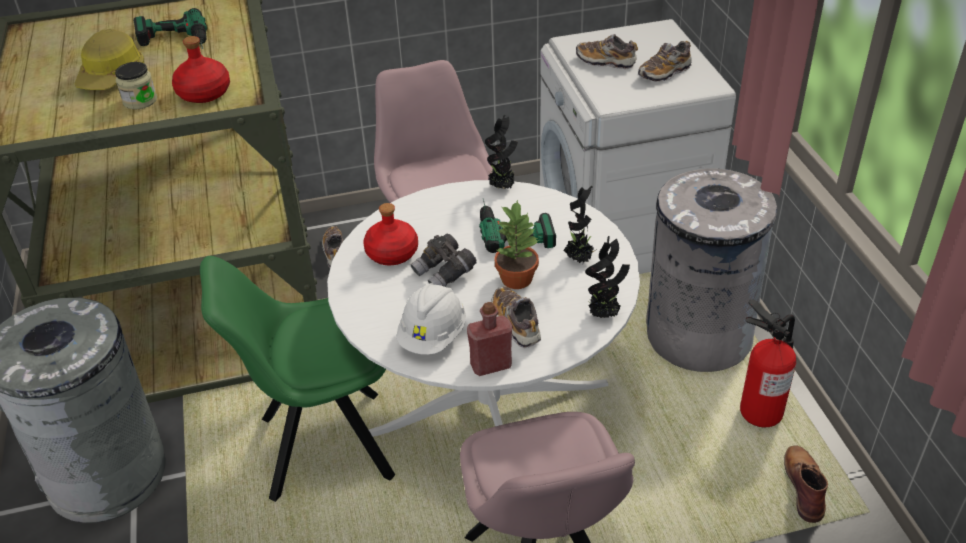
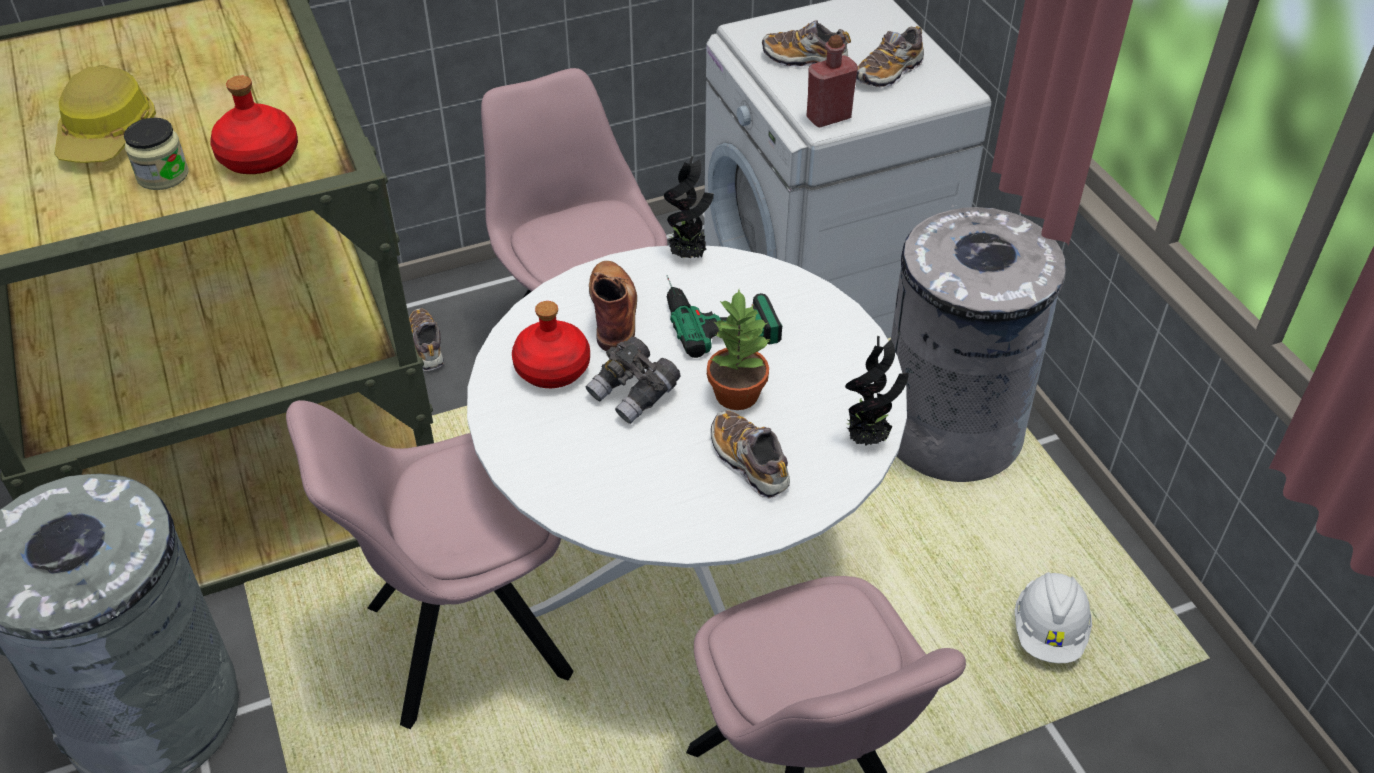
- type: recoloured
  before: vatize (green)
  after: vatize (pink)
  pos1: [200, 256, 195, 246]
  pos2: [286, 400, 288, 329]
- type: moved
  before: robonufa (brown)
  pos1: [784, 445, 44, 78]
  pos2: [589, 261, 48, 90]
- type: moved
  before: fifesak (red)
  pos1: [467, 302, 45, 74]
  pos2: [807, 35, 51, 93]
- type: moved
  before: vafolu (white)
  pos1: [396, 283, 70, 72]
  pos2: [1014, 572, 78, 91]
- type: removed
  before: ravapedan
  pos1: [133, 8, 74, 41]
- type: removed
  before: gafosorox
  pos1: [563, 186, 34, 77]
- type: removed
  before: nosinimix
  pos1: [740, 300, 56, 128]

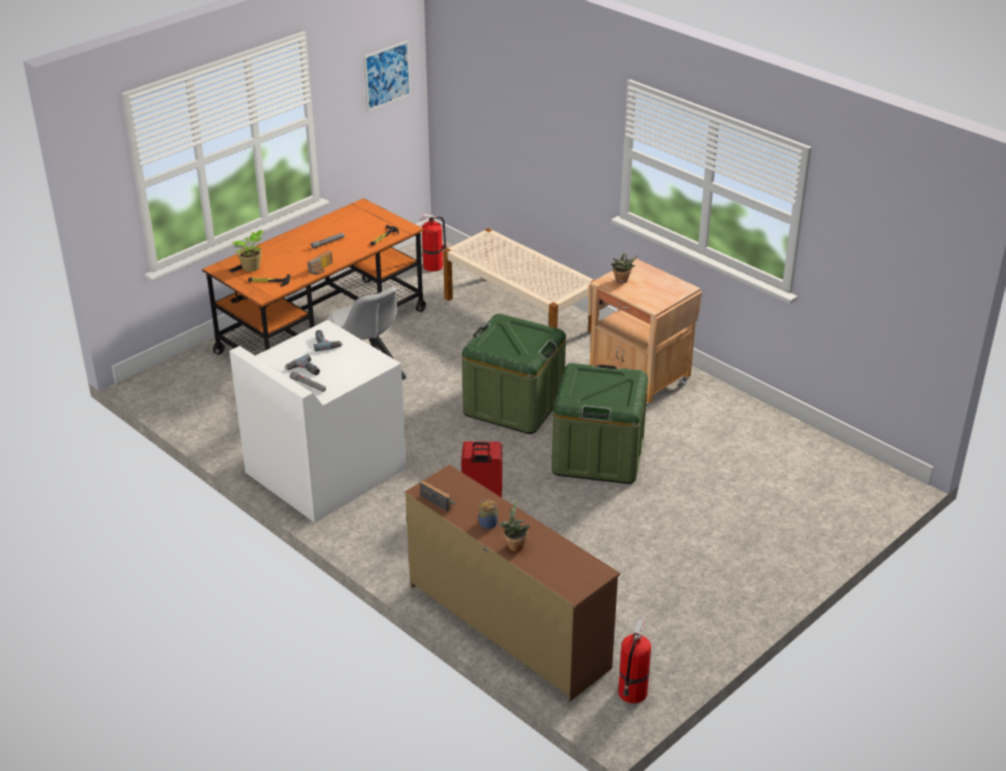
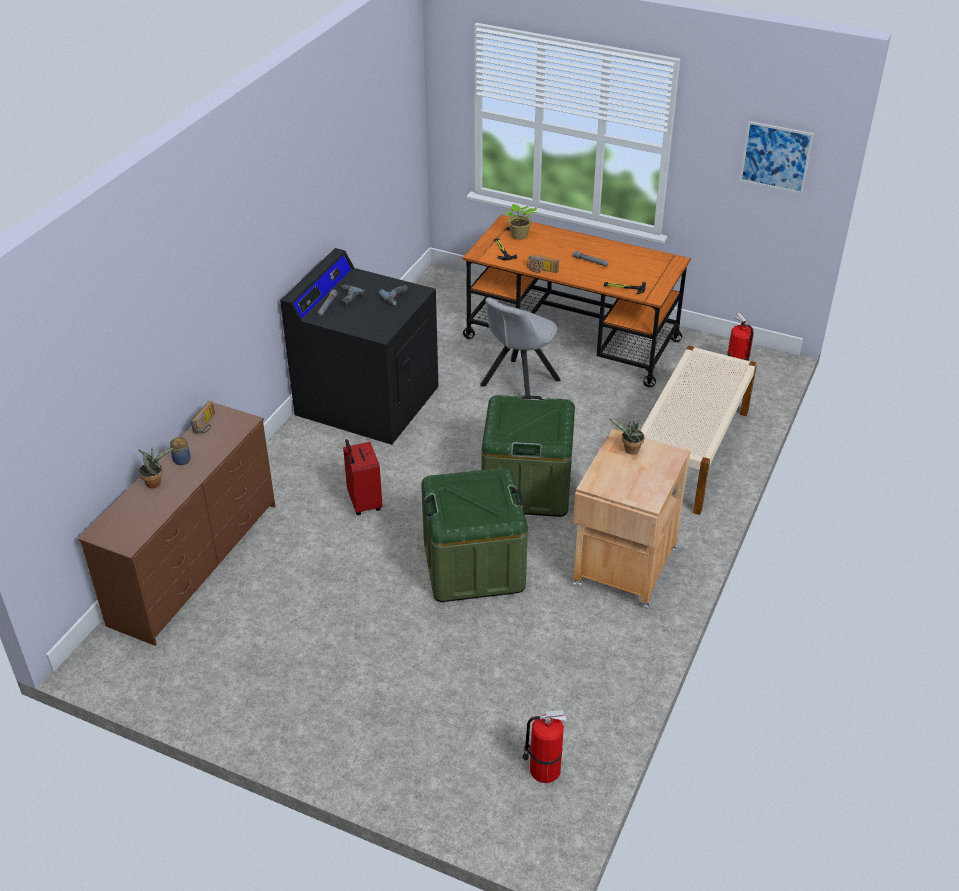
- type: recoloured
  before: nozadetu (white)
  after: nozadetu (black)
  pos1: [229, 320, 177, 203]
  pos2: [280, 248, 158, 197]
- type: moved
  before: nosinimix
  pos1: [618, 619, 33, 84]
  pos2: [522, 710, 44, 73]

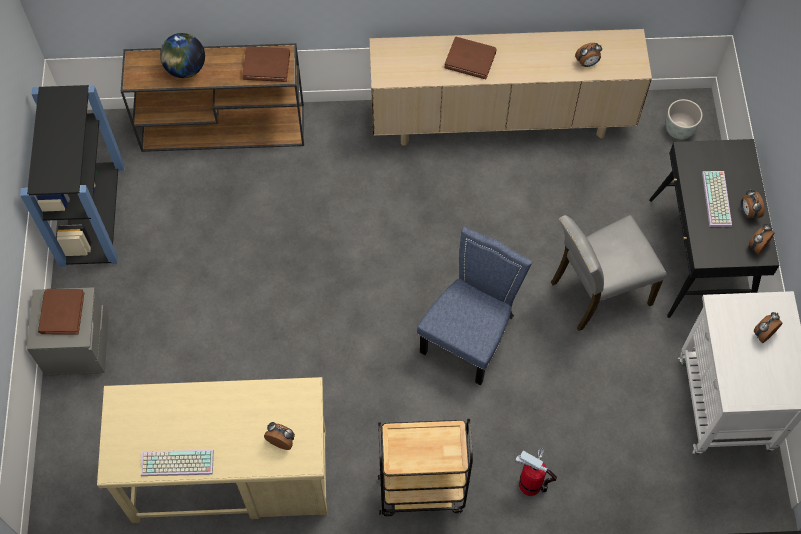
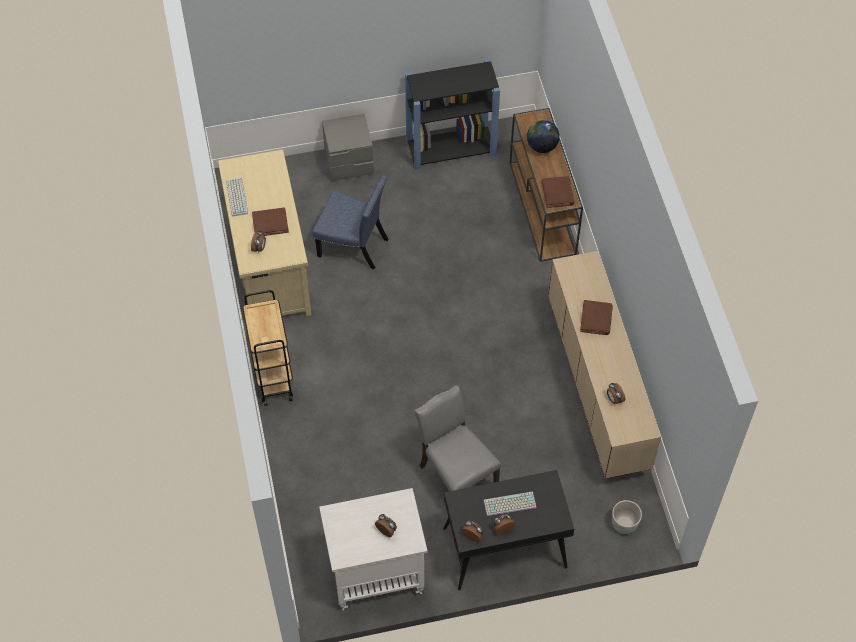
- type: moved
  before: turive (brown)
  pos1: [38, 289, 46, 46]
  pos2: [252, 208, 37, 28]
- type: moved
  before: vatize (blue)
  pos1: [417, 227, 115, 158]
  pos2: [313, 175, 76, 94]
- type: removed
  before: nosinimix
  pos1: [515, 448, 42, 48]

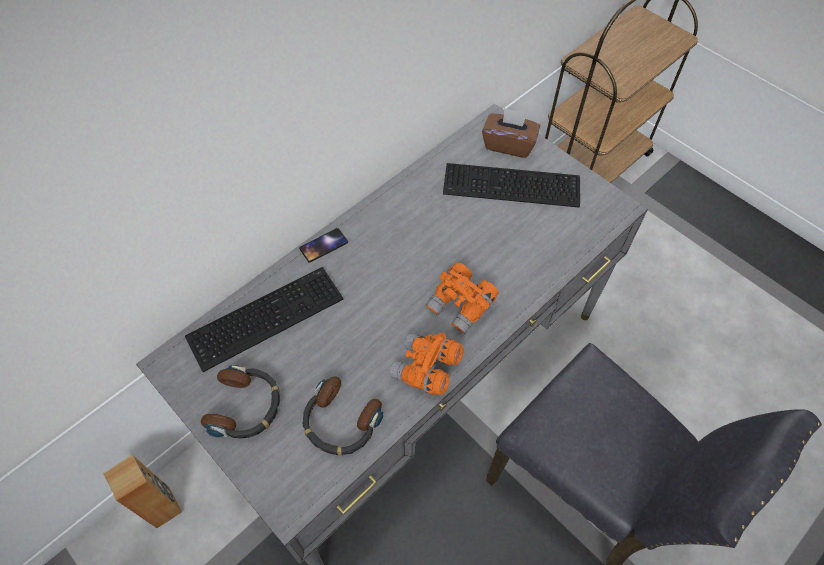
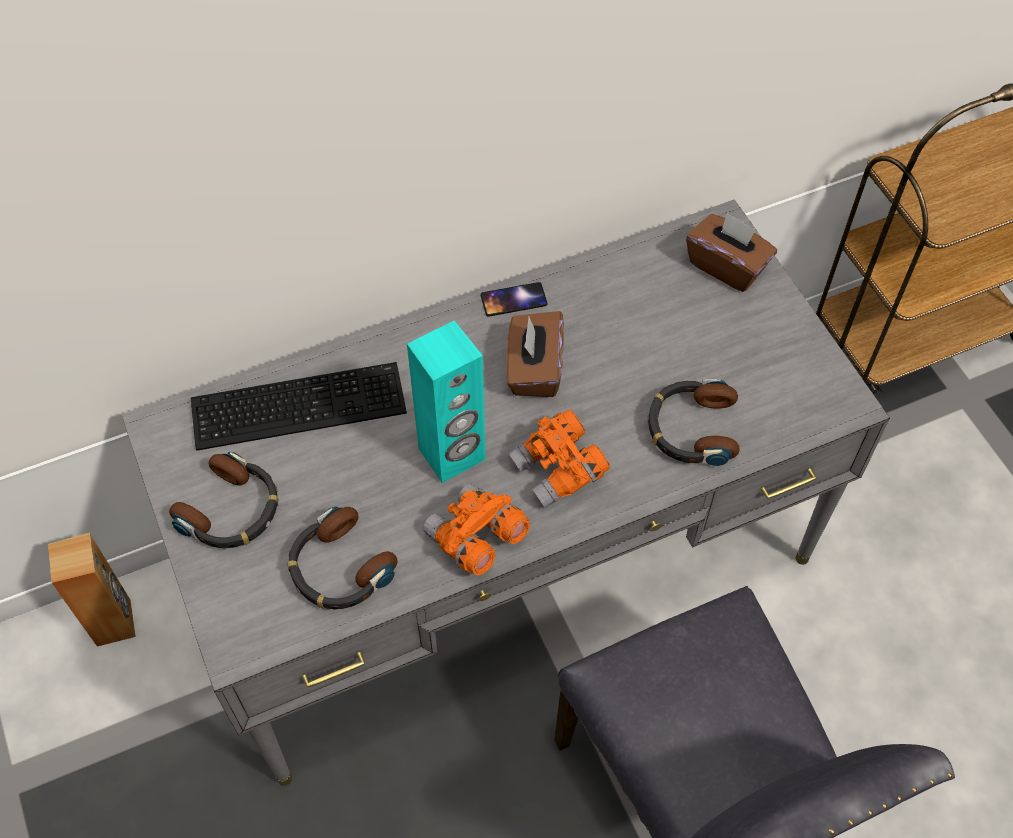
- type: added
  after: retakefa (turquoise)
  pos2: [407, 321, 79, 162]
- type: moved
  before: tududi
  pos1: [299, 228, 49, 35]
  pos2: [480, 282, 67, 35]
- type: added
  after: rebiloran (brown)
  pos2: [506, 311, 58, 86]
- type: added
  after: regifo
  pos2: [648, 379, 92, 87]
- type: removed
  before: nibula
  pos1: [443, 163, 137, 44]

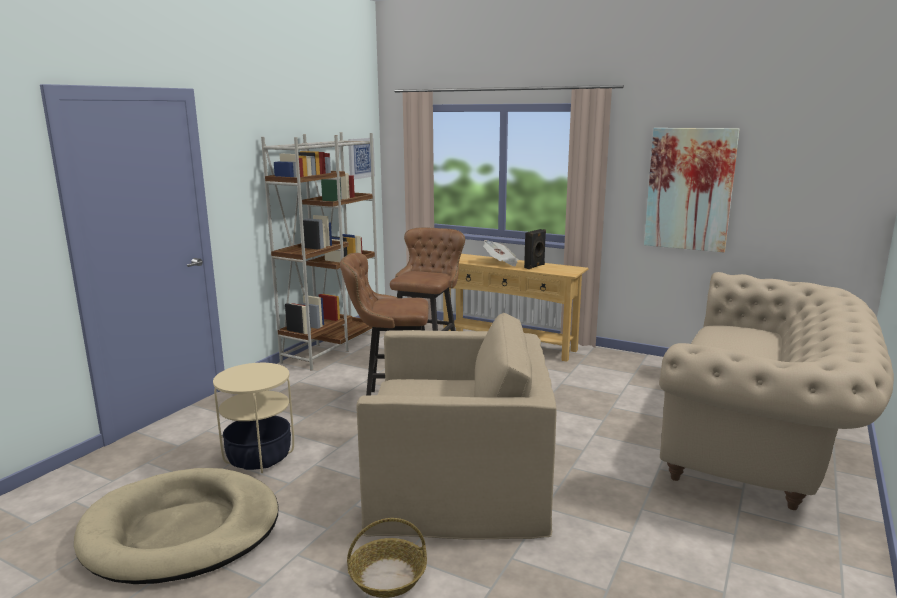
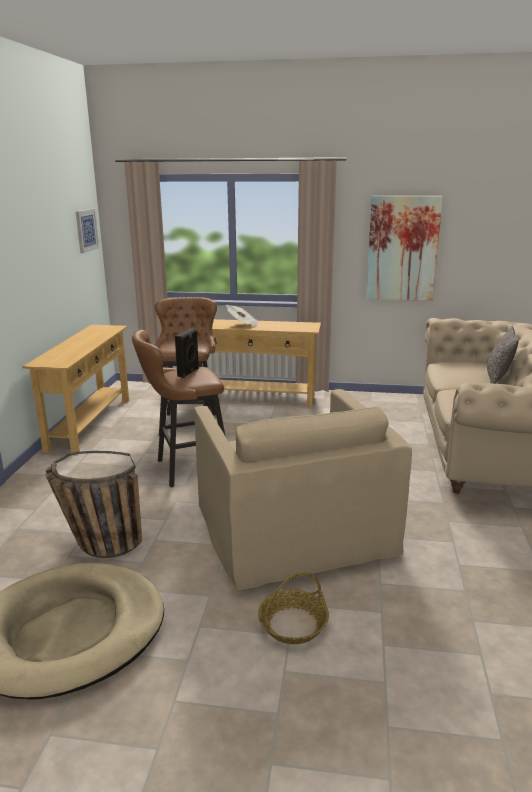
- type: replaced
  before: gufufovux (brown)
  after: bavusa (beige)
  pos1: [261, 133, 117, 238]
  pos2: [22, 325, 107, 130]
- type: replaced
  before: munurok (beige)
  after: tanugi
  pos1: [213, 363, 81, 110]
  pos2: [45, 451, 97, 107]
- type: moved
  before: retakefa (black)
  pos1: [524, 229, 22, 40]
  pos2: [175, 328, 24, 50]
- type: turned
  before: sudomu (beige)
  pos1: [356, 313, 200, 227]
  pos2: [194, 389, 218, 201]
  turn: 90
- type: added
  after: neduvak
  pos2: [487, 326, 32, 58]

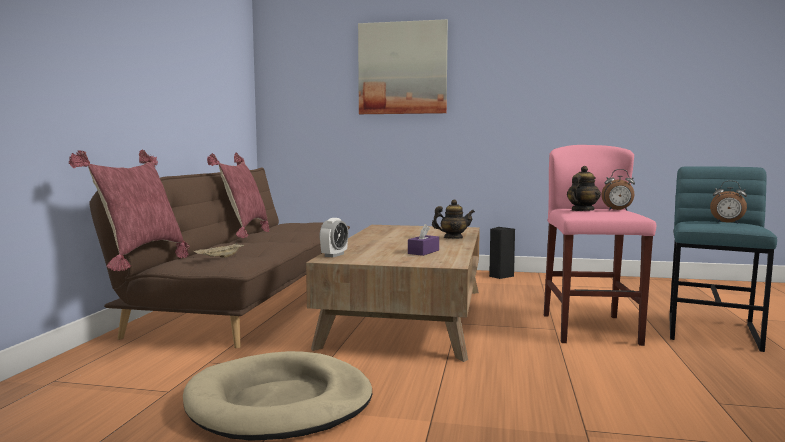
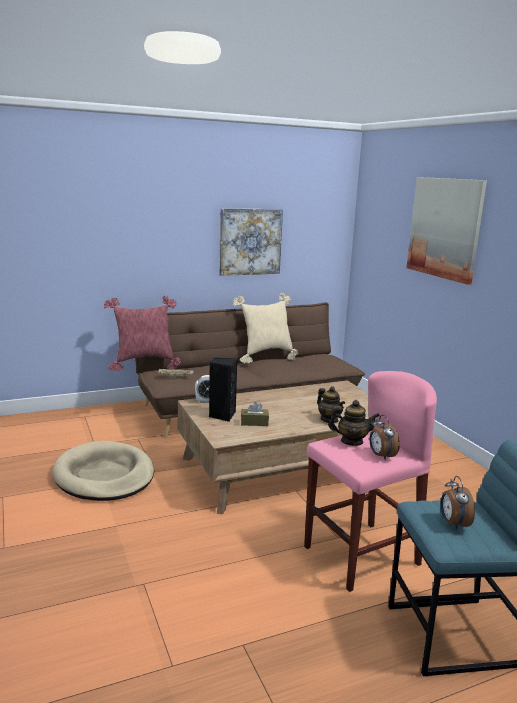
- type: moved
  before: retakefa (black)
  pos1: [489, 227, 26, 52]
  pos2: [209, 358, 28, 64]
- type: added
  after: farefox
  pos2: [219, 208, 64, 68]
- type: recoloured
  before: neduvak (red)
  after: neduvak (beige)
  pos1: [207, 152, 63, 87]
  pos2: [233, 292, 65, 71]
- type: recoloured
  before: rebiloran (purple)
  after: rebiloran (brown)
  pos1: [408, 224, 31, 32]
  pos2: [241, 402, 28, 24]

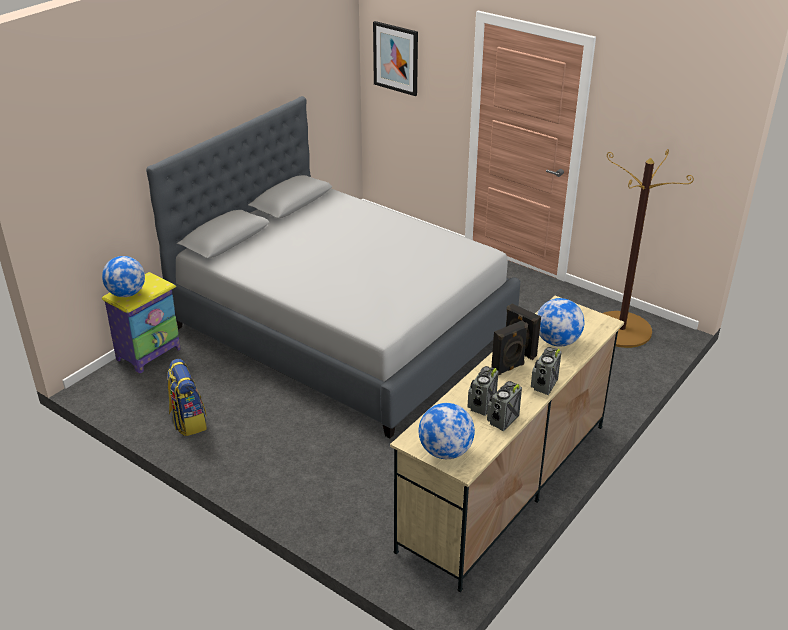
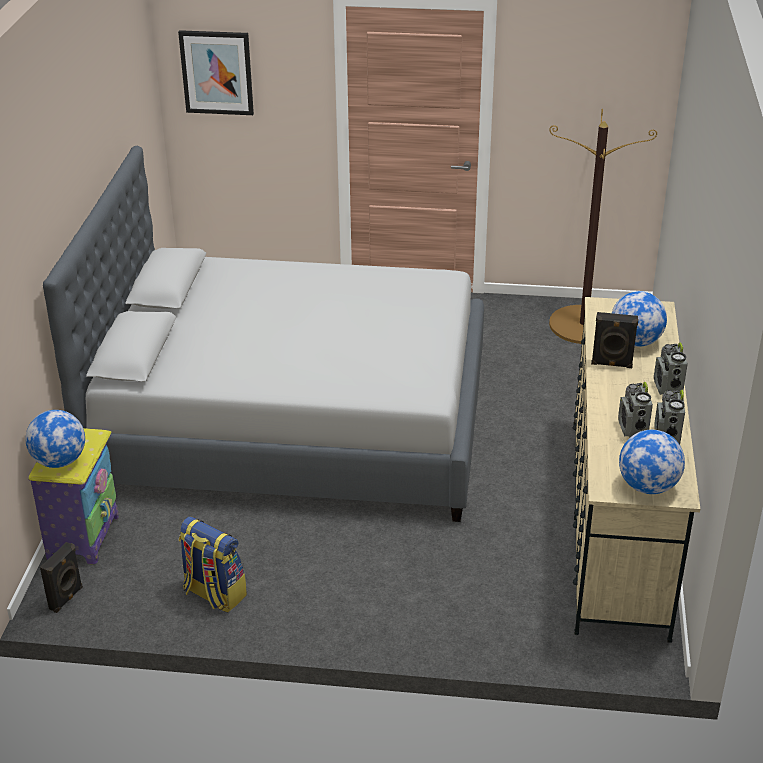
- type: moved
  before: retakefa (black)
  pos1: [491, 320, 37, 55]
  pos2: [40, 542, 43, 71]

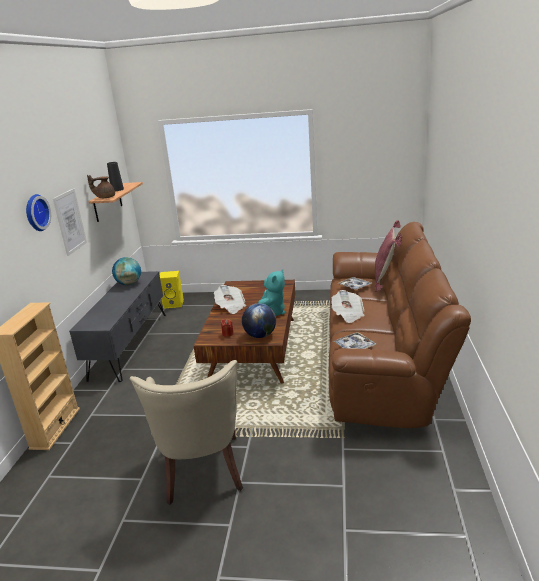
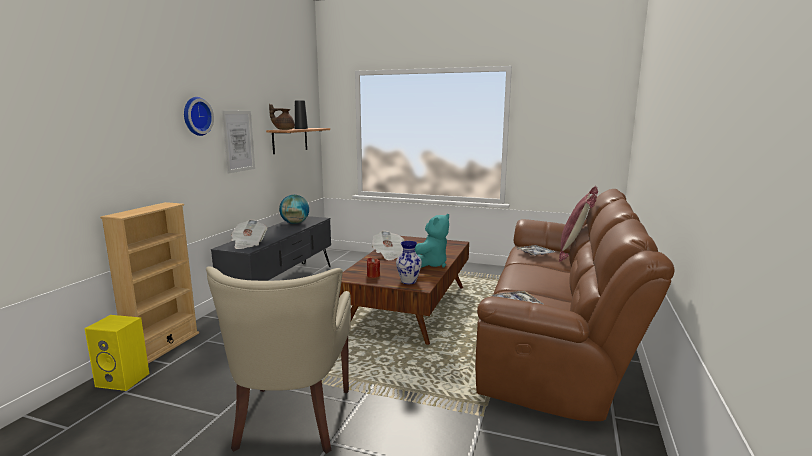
- type: moved
  before: retakefa (yellow)
  pos1: [160, 271, 24, 38]
  pos2: [84, 315, 65, 76]
- type: moved
  before: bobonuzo
  pos1: [331, 290, 34, 33]
  pos2: [231, 220, 36, 29]
- type: replaced
  before: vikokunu
  after: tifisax
  pos1: [242, 303, 34, 35]
  pos2: [396, 241, 26, 43]

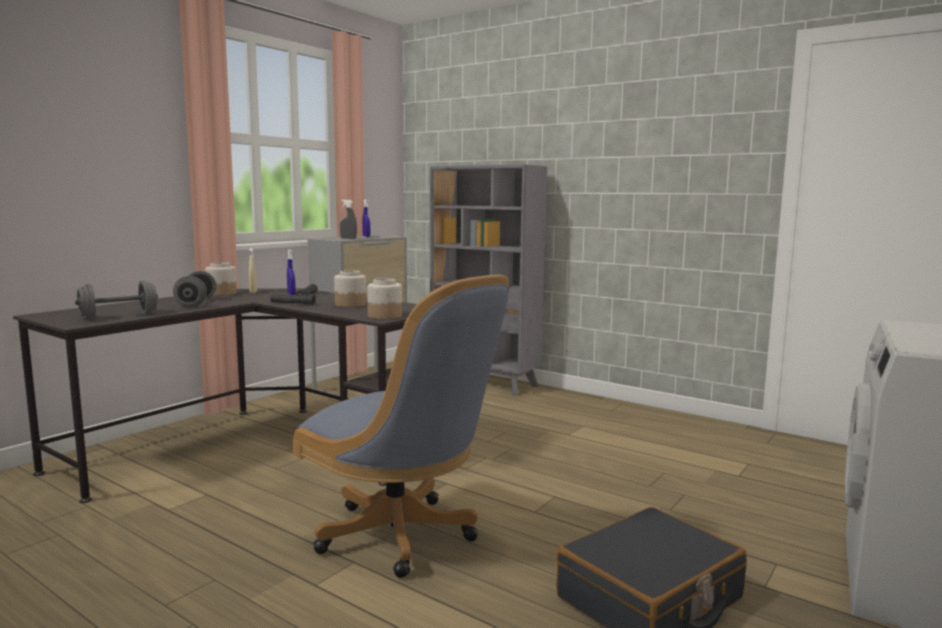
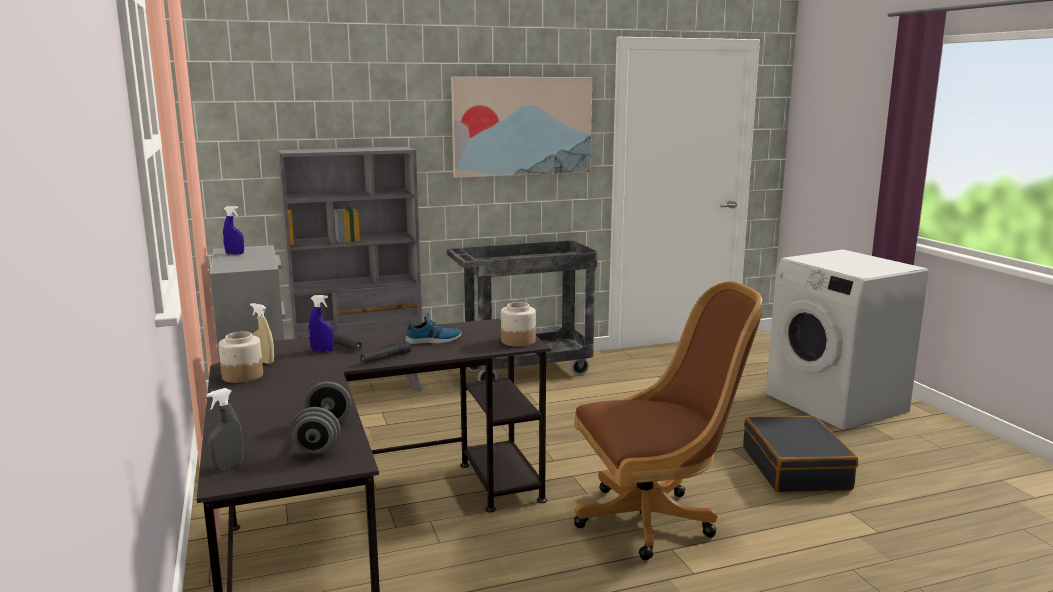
- type: moved
  before: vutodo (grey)
  pos1: [340, 200, 17, 39]
  pos2: [207, 388, 37, 83]
- type: replaced
  before: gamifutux
  after: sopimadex
  pos1: [334, 270, 32, 37]
  pos2: [405, 313, 56, 31]
- type: added
  after: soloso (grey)
  pos2: [447, 240, 151, 141]
- type: added
  after: farefox
  pos2: [451, 77, 141, 101]
- type: recoloured
  before: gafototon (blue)
  after: gafototon (brown)
  pos1: [293, 275, 216, 303]
  pos2: [574, 281, 188, 279]
- type: removed
  before: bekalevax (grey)
  pos1: [173, 271, 43, 36]

